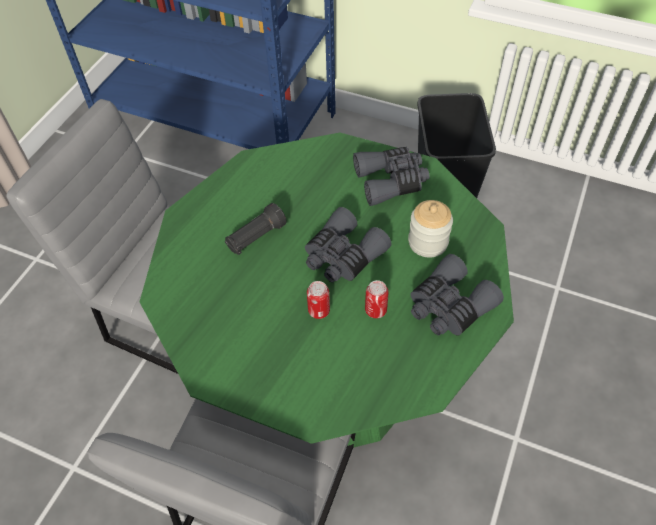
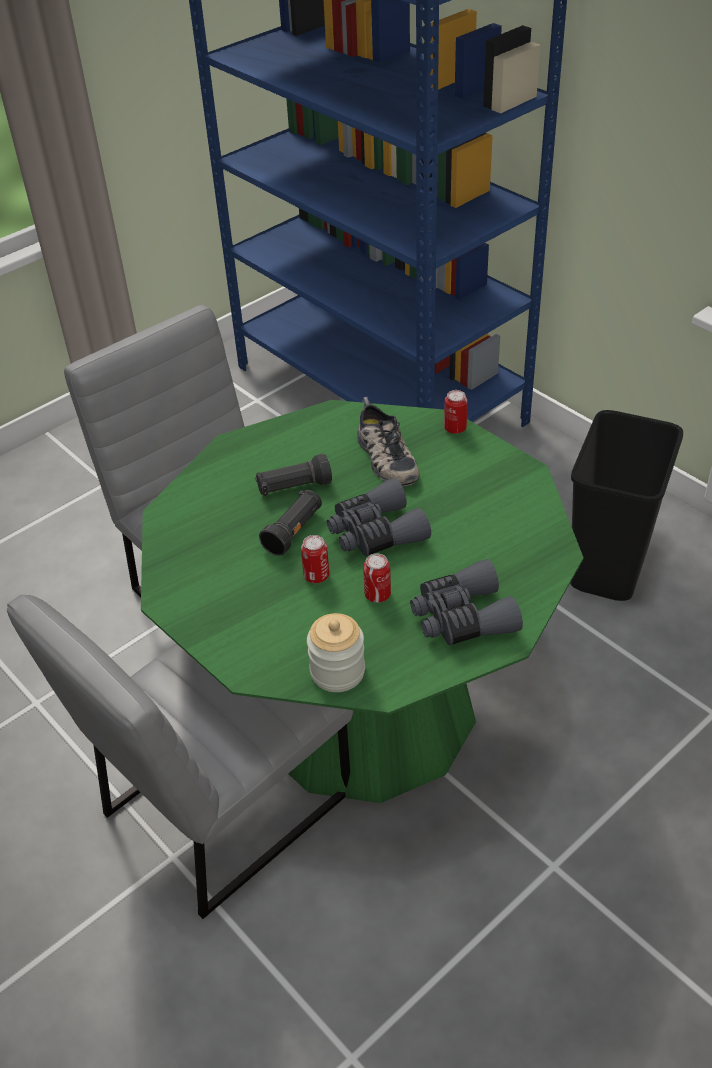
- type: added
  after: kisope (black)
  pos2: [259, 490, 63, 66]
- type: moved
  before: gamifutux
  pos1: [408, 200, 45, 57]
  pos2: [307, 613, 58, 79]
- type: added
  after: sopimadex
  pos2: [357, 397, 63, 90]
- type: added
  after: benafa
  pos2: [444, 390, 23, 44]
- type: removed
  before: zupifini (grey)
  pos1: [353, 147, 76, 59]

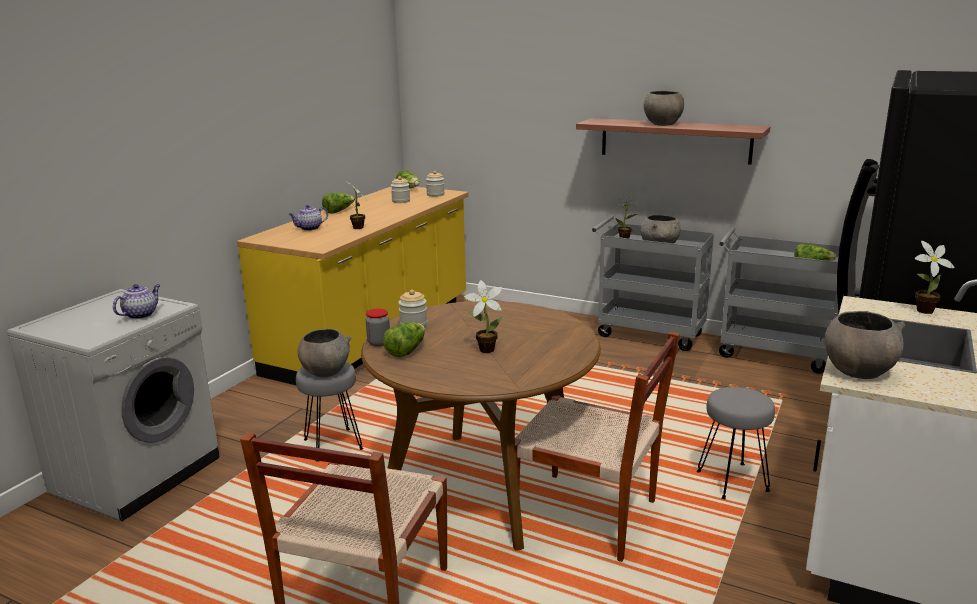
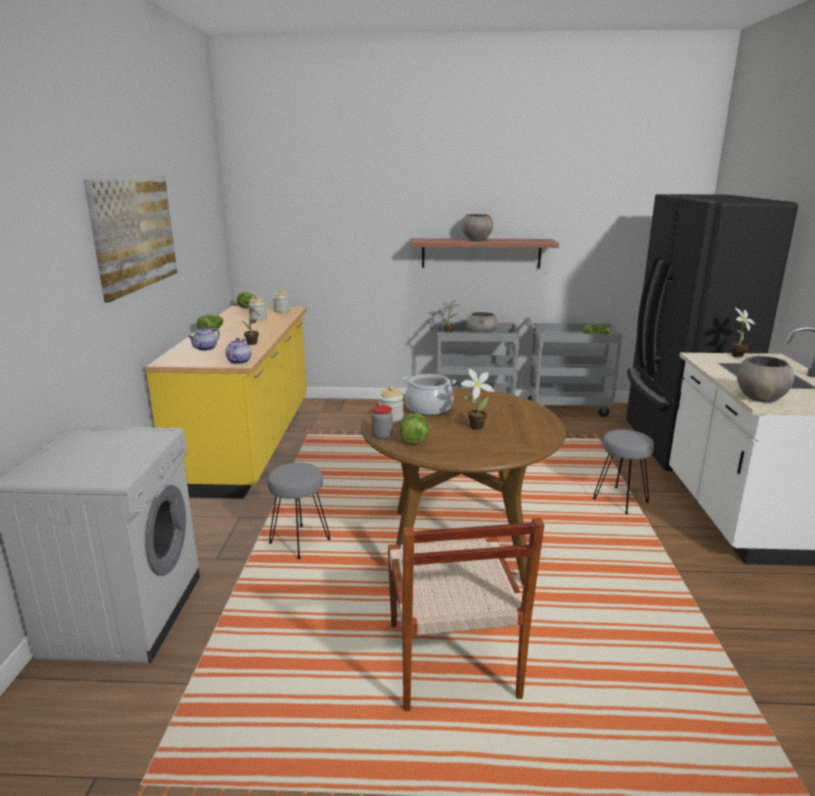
- type: added
  after: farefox
  pos2: [84, 175, 93, 127]
- type: moved
  before: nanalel
  pos1: [113, 284, 47, 35]
  pos2: [225, 338, 26, 26]
- type: added
  after: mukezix
  pos2: [403, 374, 53, 42]
- type: removed
  before: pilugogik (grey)
  pos1: [298, 329, 54, 48]
- type: removed
  before: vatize
  pos1: [515, 331, 165, 231]

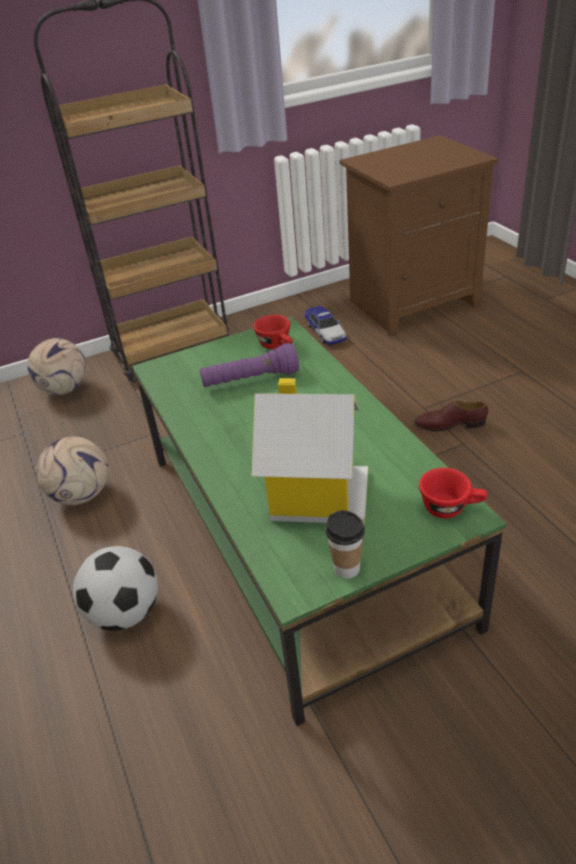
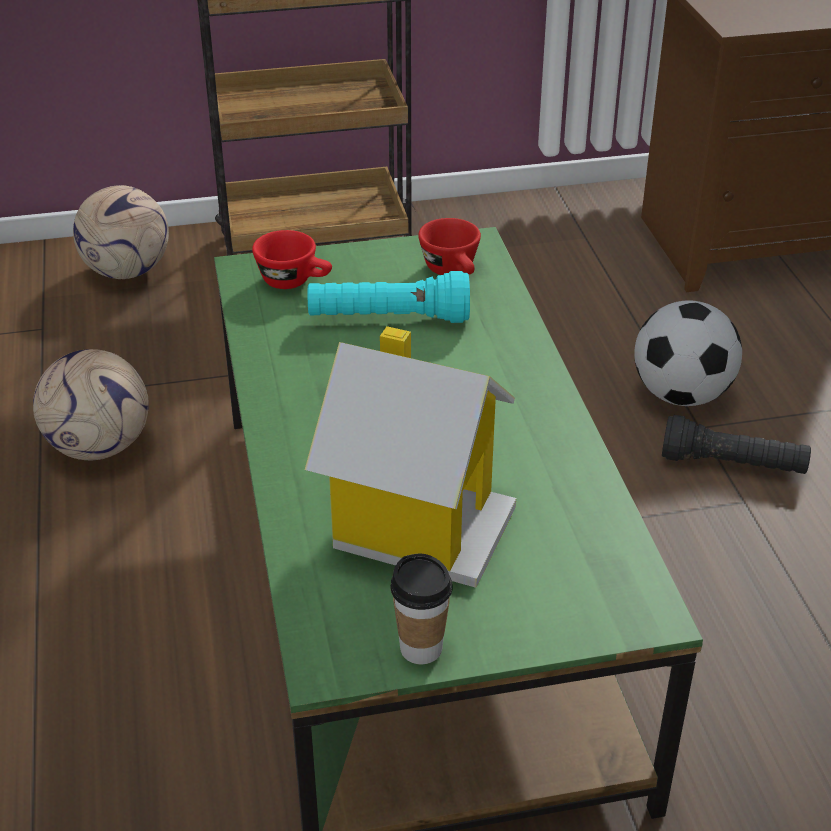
- type: moved
  before: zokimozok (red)
  pos1: [419, 468, 68, 50]
  pos2: [252, 230, 80, 59]
- type: recoloured
  before: kisope (purple)
  after: kisope (turquoise)
  pos1: [200, 343, 99, 44]
  pos2: [308, 271, 162, 52]
- type: moved
  before: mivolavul
  pos1: [73, 546, 85, 85]
  pos2: [634, 300, 108, 106]
- type: replaced
  before: sopimadex (brown)
  after: kisope (black)
  pos1: [414, 400, 74, 32]
  pos2: [662, 415, 149, 59]
- type: removed
  before: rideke
  pos1: [304, 306, 43, 39]

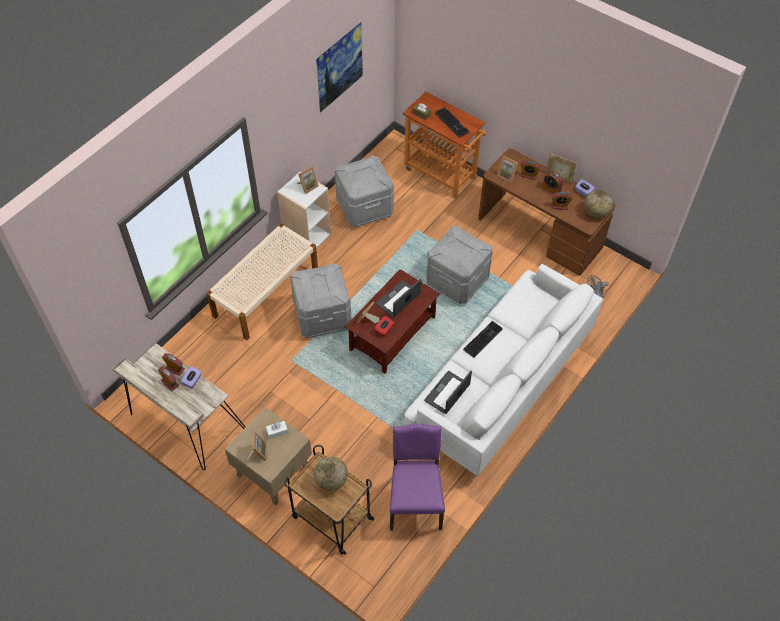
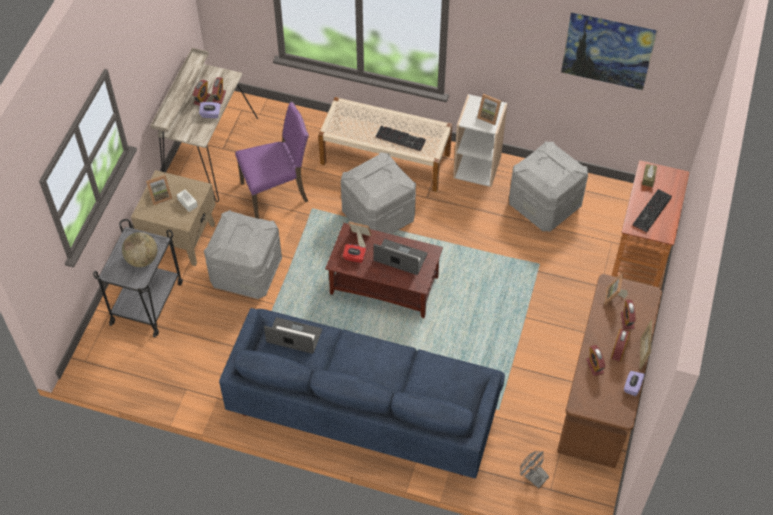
- type: recoloured
  before: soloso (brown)
  after: soloso (grey)
  pos1: [284, 445, 90, 110]
  pos2: [93, 219, 90, 119]
- type: moved
  before: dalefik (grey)
  pos1: [426, 226, 67, 78]
  pos2: [204, 210, 78, 89]
- type: recoloured
  before: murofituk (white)
  after: murofituk (blue)
  pos1: [405, 264, 198, 212]
  pos2: [219, 308, 286, 170]
- type: moved
  before: vatize (purple)
  pos1: [390, 424, 55, 106]
  pos2: [235, 102, 74, 117]
- type: moved
  before: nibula
  pos1: [463, 321, 40, 37]
  pos2: [375, 125, 51, 26]
- type: removed
  before: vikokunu
  pos1: [584, 189, 29, 29]

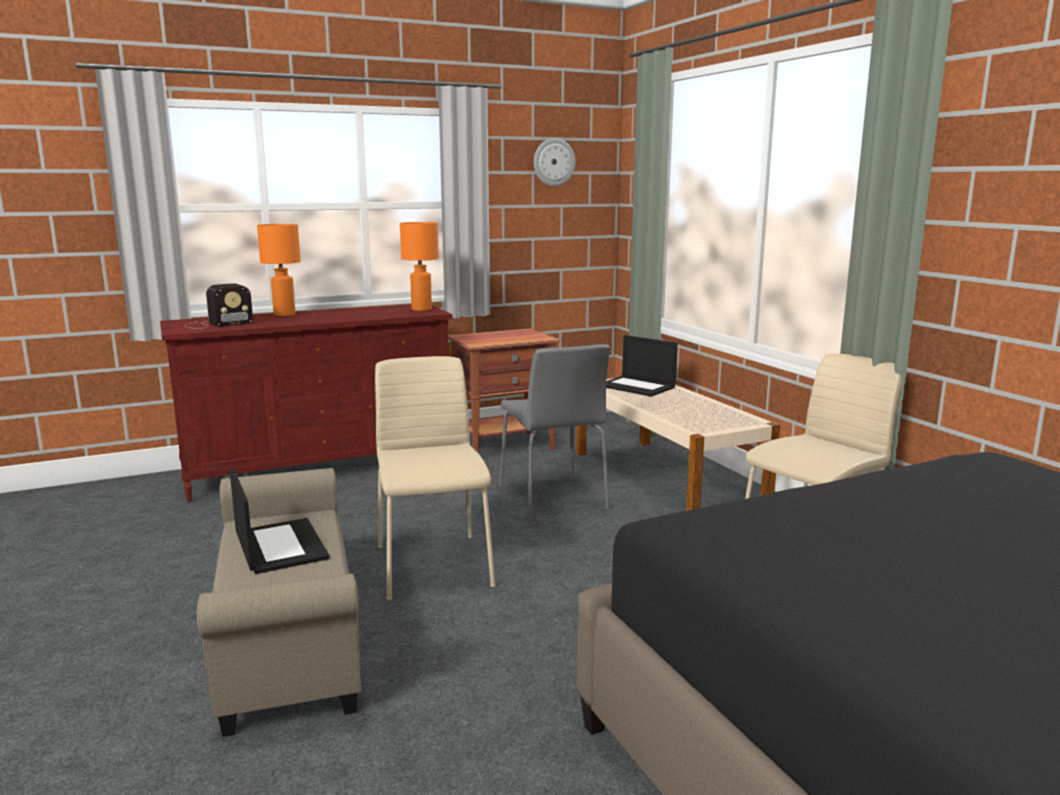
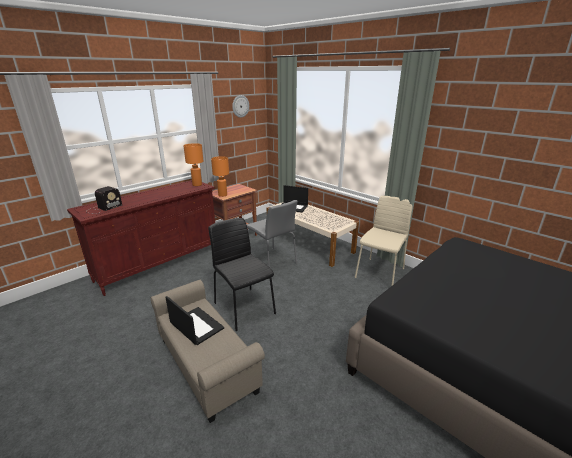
- type: recoloured
  before: vatize (beige)
  after: vatize (black)
  pos1: [375, 356, 121, 244]
  pos2: [208, 218, 68, 113]
- type: moved
  before: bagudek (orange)
  pos1: [257, 224, 43, 92]
  pos2: [211, 156, 18, 41]

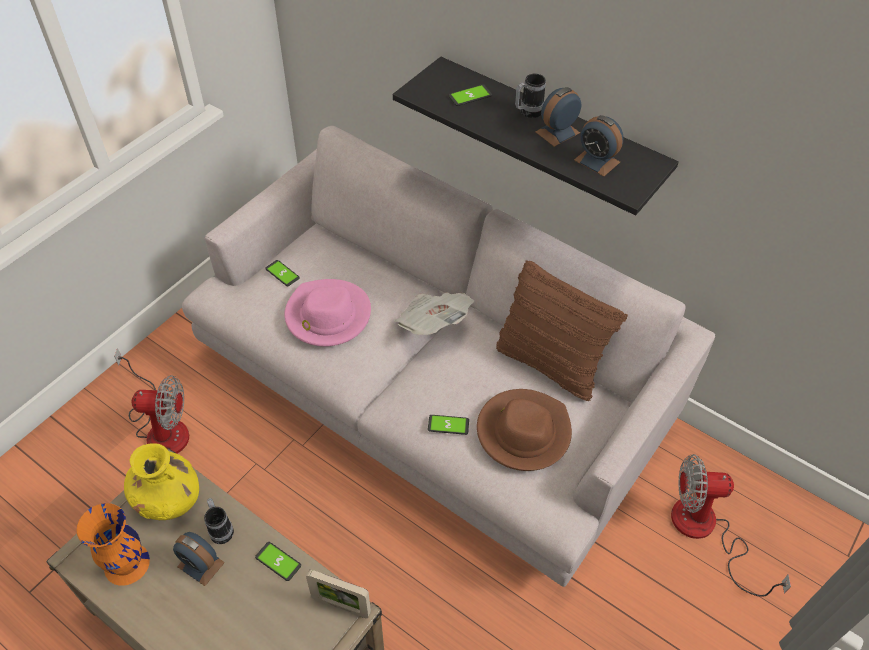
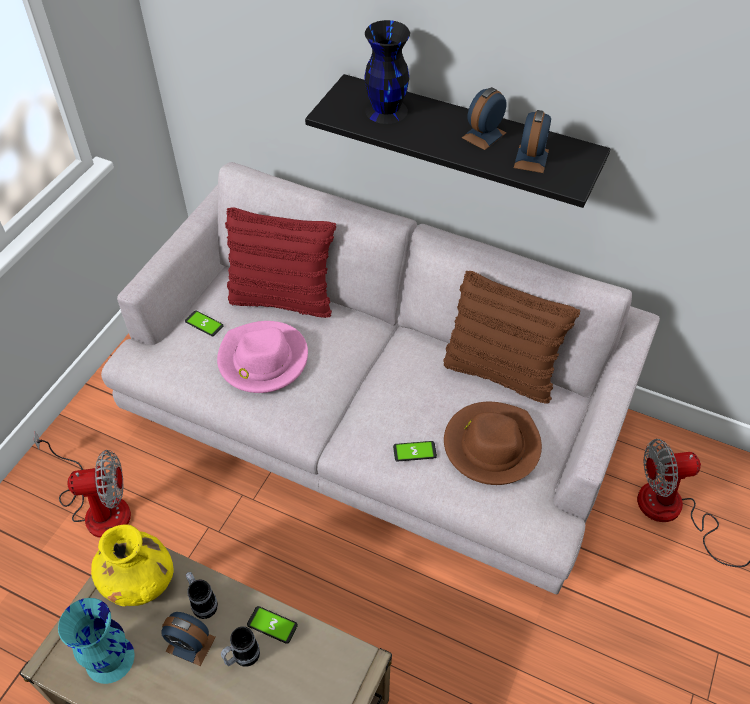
- type: recoloured
  before: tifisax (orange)
  after: tifisax (turquoise)
  pos1: [77, 503, 73, 83]
  pos2: [58, 598, 76, 86]
- type: moved
  before: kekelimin
  pos1: [515, 74, 31, 44]
  pos2: [221, 626, 39, 41]
- type: added
  after: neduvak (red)
  pos2: [225, 207, 111, 111]
- type: replaced
  before: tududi
  after: tifisax (black)
  pos1: [448, 84, 44, 22]
  pos2: [364, 20, 46, 104]
- type: turned
  before: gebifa
  pos1: [574, 115, 50, 61]
  pos2: [514, 110, 37, 63]
  turn: -105
- type: removed
  before: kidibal
  pos1: [306, 570, 65, 48]
- type: removed
  before: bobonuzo
  pos1: [394, 293, 80, 42]

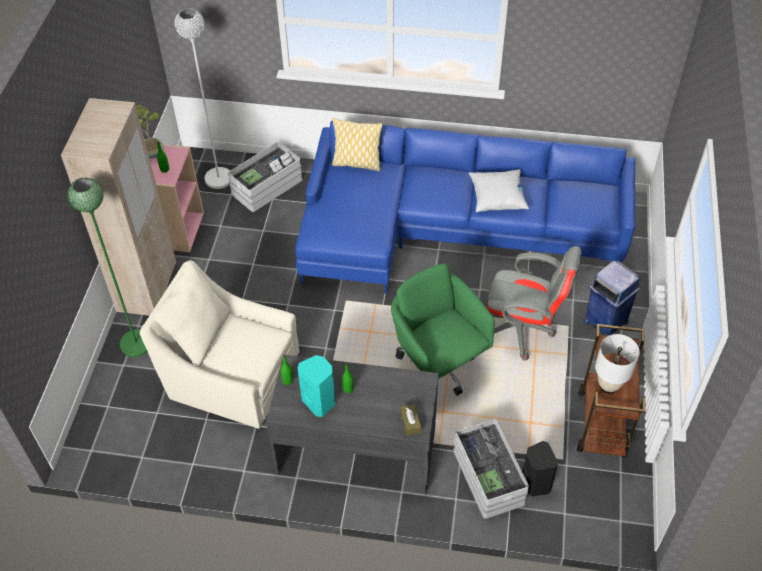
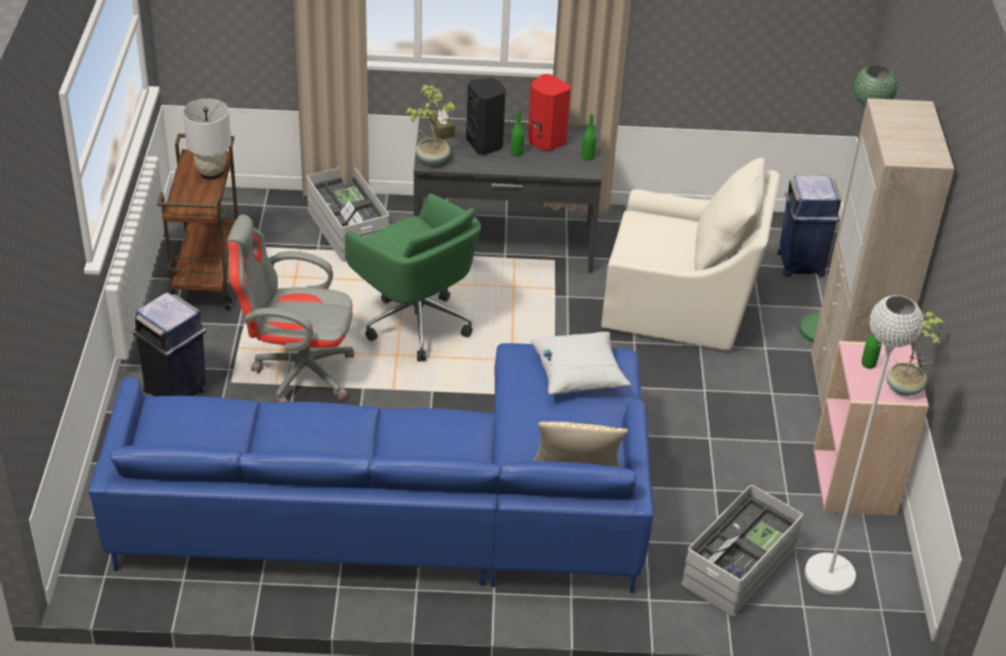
- type: added
  after: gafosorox
  pos2: [406, 85, 51, 80]
- type: moved
  before: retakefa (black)
  pos1: [522, 441, 36, 55]
  pos2: [466, 78, 40, 77]
- type: recoloured
  before: retakefa (turquoise)
  after: retakefa (red)
  pos1: [298, 355, 37, 62]
  pos2: [528, 74, 43, 77]
- type: moved
  before: neduvak (grey)
  pos1: [469, 169, 60, 43]
  pos2: [531, 332, 100, 63]
- type: added
  after: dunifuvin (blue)
  pos2: [777, 175, 64, 102]

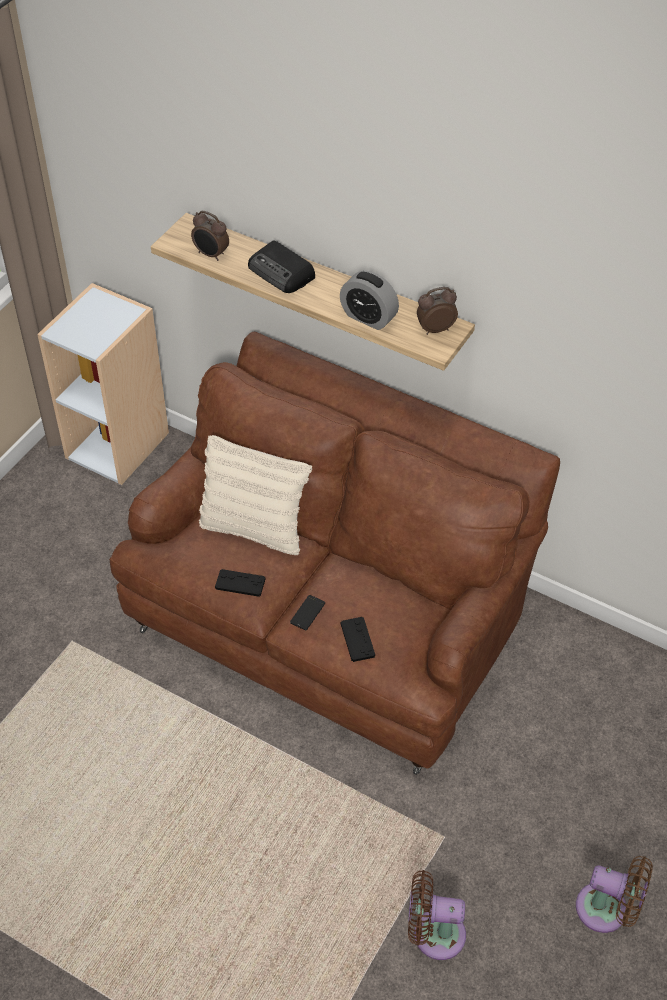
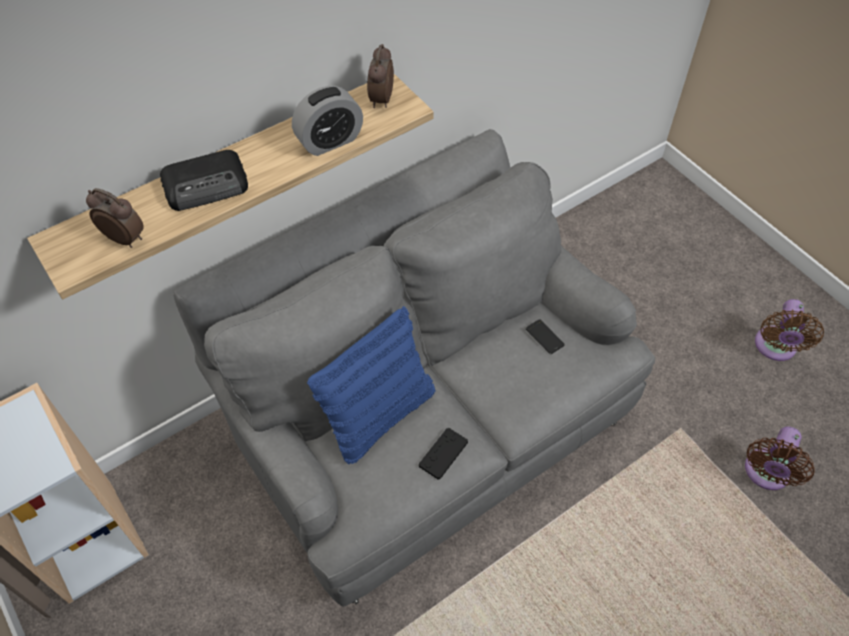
- type: turned
  before: gebifa
  pos1: [191, 211, 38, 50]
  pos2: [86, 188, 58, 60]
  turn: -120
- type: recoloured
  before: murofituk (brown)
  after: murofituk (grey)
  pos1: [109, 332, 451, 443]
  pos2: [173, 129, 482, 478]
- type: recoloured
  before: neduvak (beige)
  after: neduvak (blue)
  pos1: [199, 435, 113, 120]
  pos2: [307, 306, 128, 158]
- type: moved
  before: tududi
  pos1: [290, 595, 35, 35]
  pos2: [526, 319, 39, 35]
- type: turned
  before: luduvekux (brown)
  pos1: [576, 856, 77, 77]
  pos2: [755, 299, 69, 62]
  turn: 150
- type: removed
  before: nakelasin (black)
  pos1: [341, 617, 34, 45]

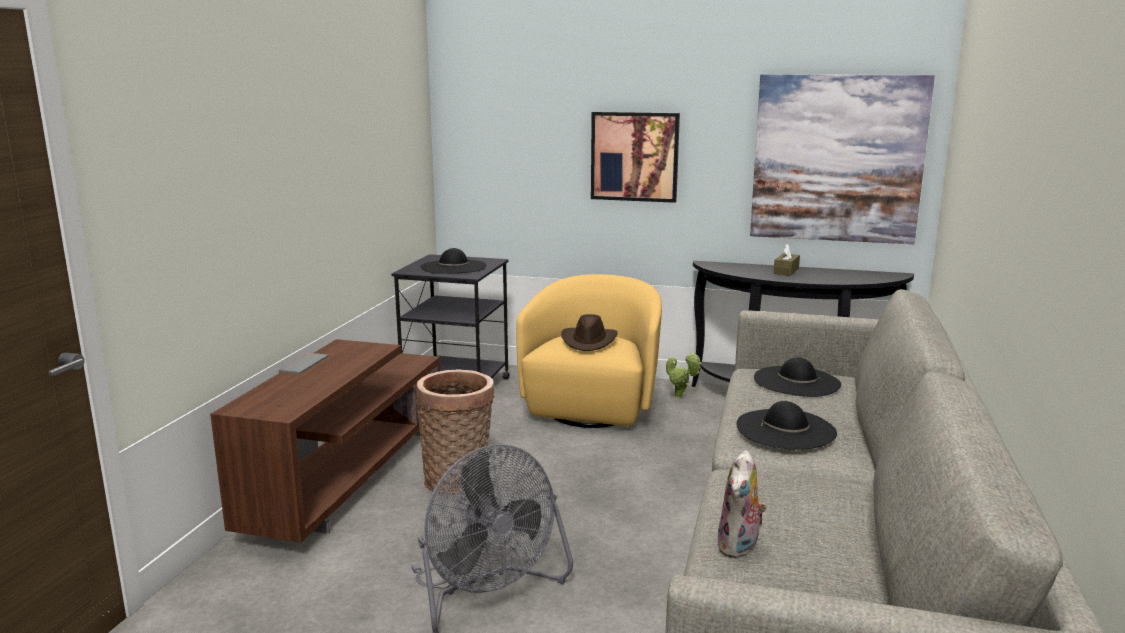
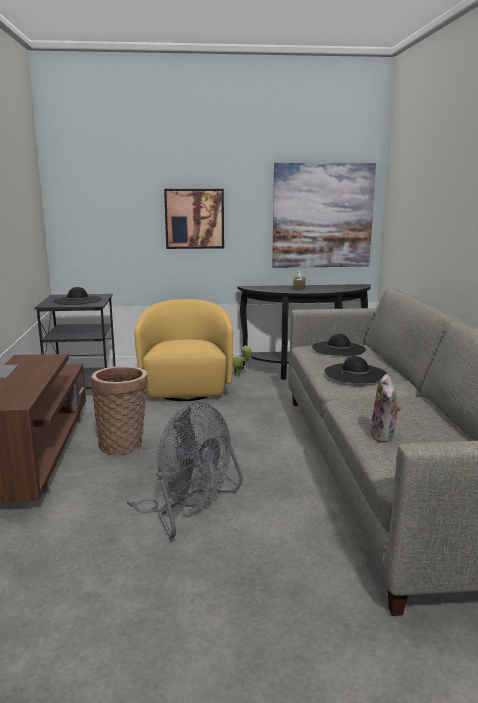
- type: removed
  before: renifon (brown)
  pos1: [561, 314, 57, 37]

